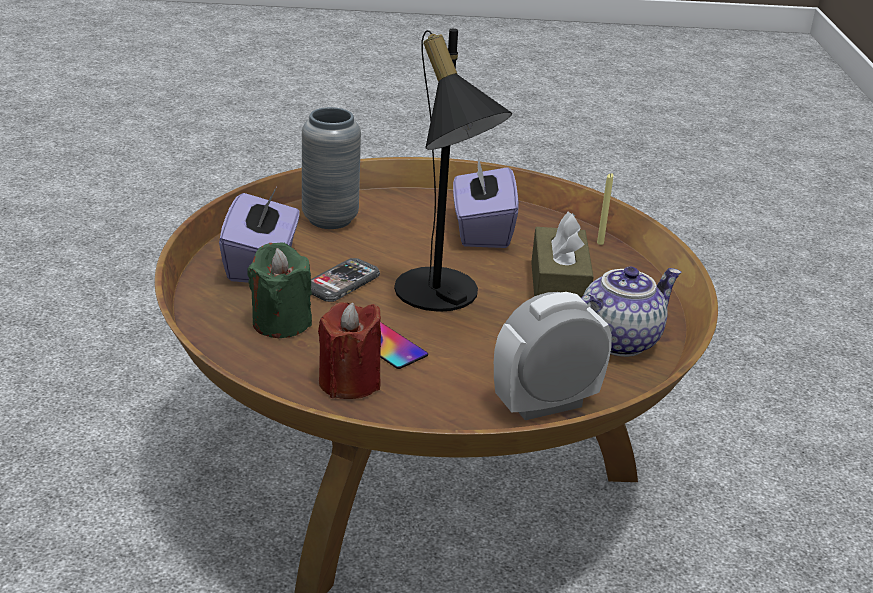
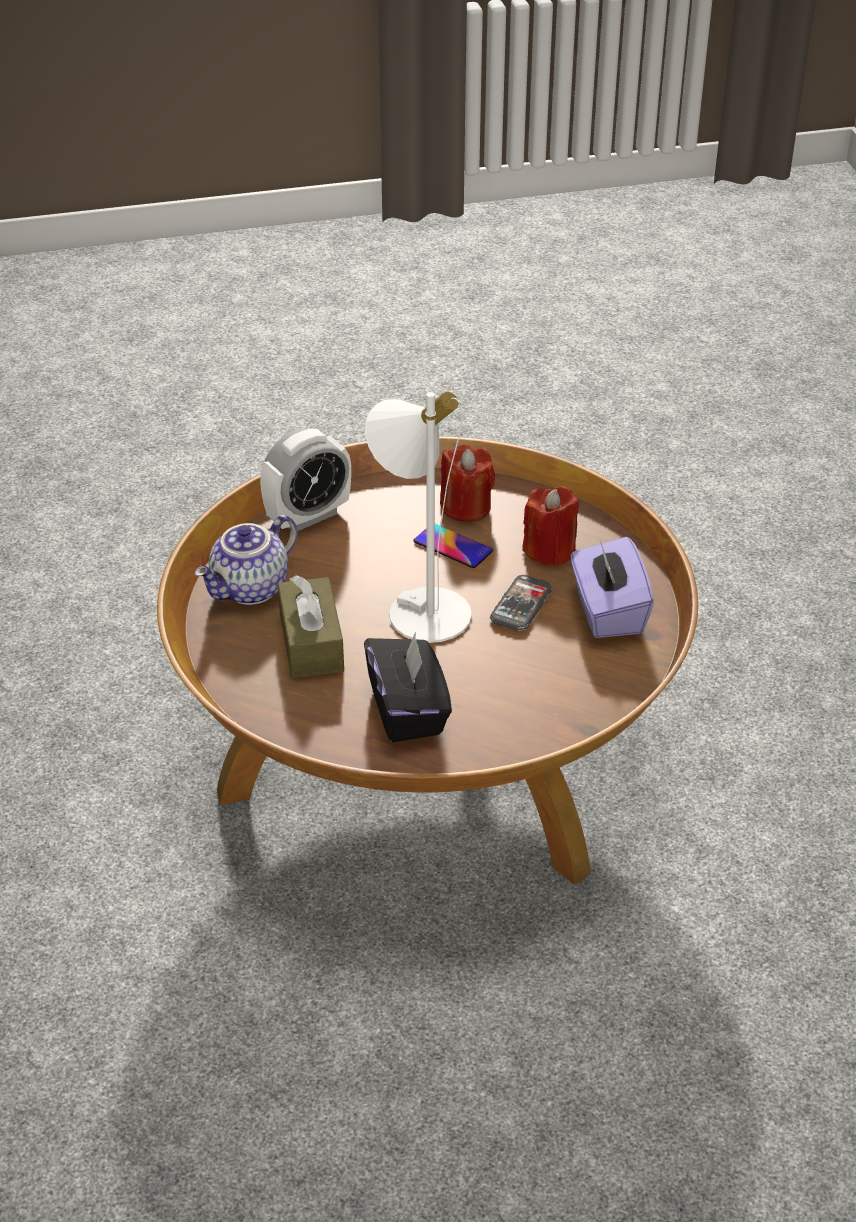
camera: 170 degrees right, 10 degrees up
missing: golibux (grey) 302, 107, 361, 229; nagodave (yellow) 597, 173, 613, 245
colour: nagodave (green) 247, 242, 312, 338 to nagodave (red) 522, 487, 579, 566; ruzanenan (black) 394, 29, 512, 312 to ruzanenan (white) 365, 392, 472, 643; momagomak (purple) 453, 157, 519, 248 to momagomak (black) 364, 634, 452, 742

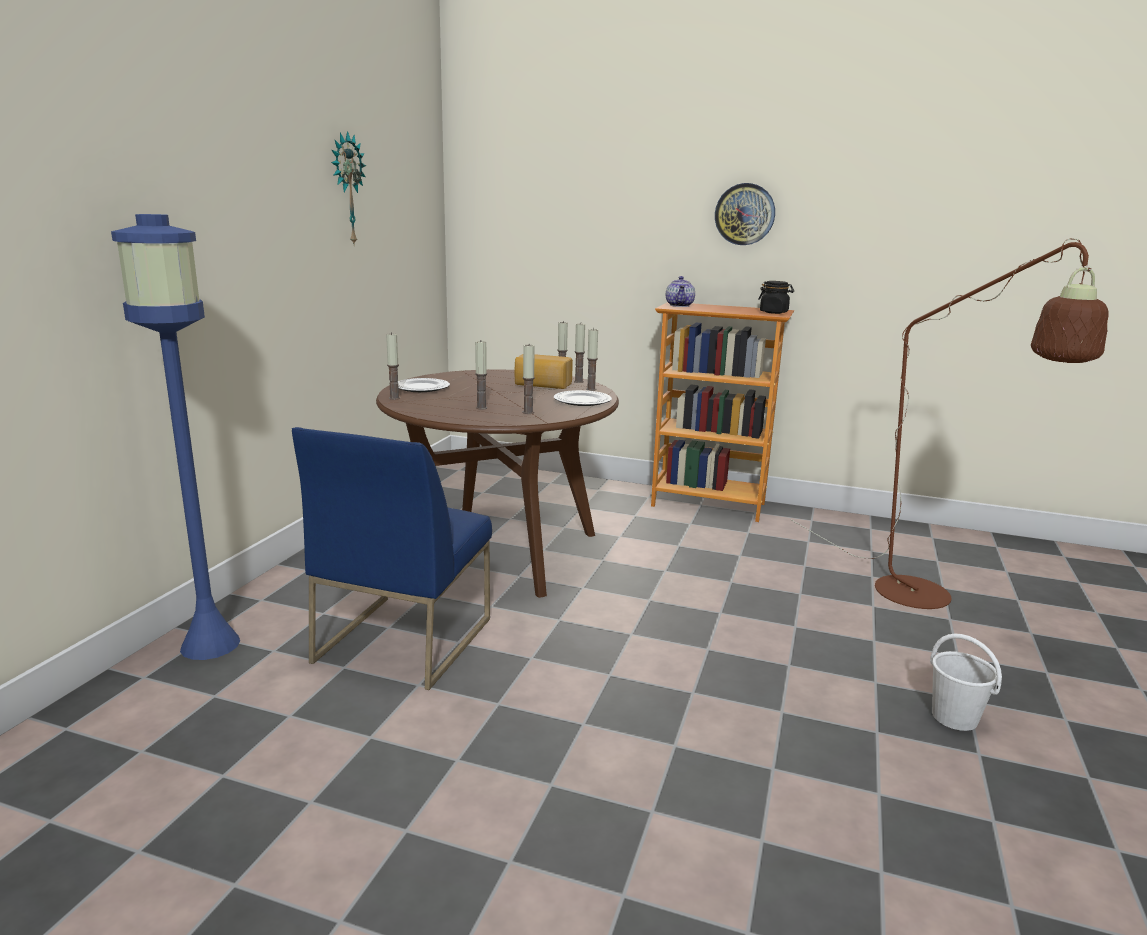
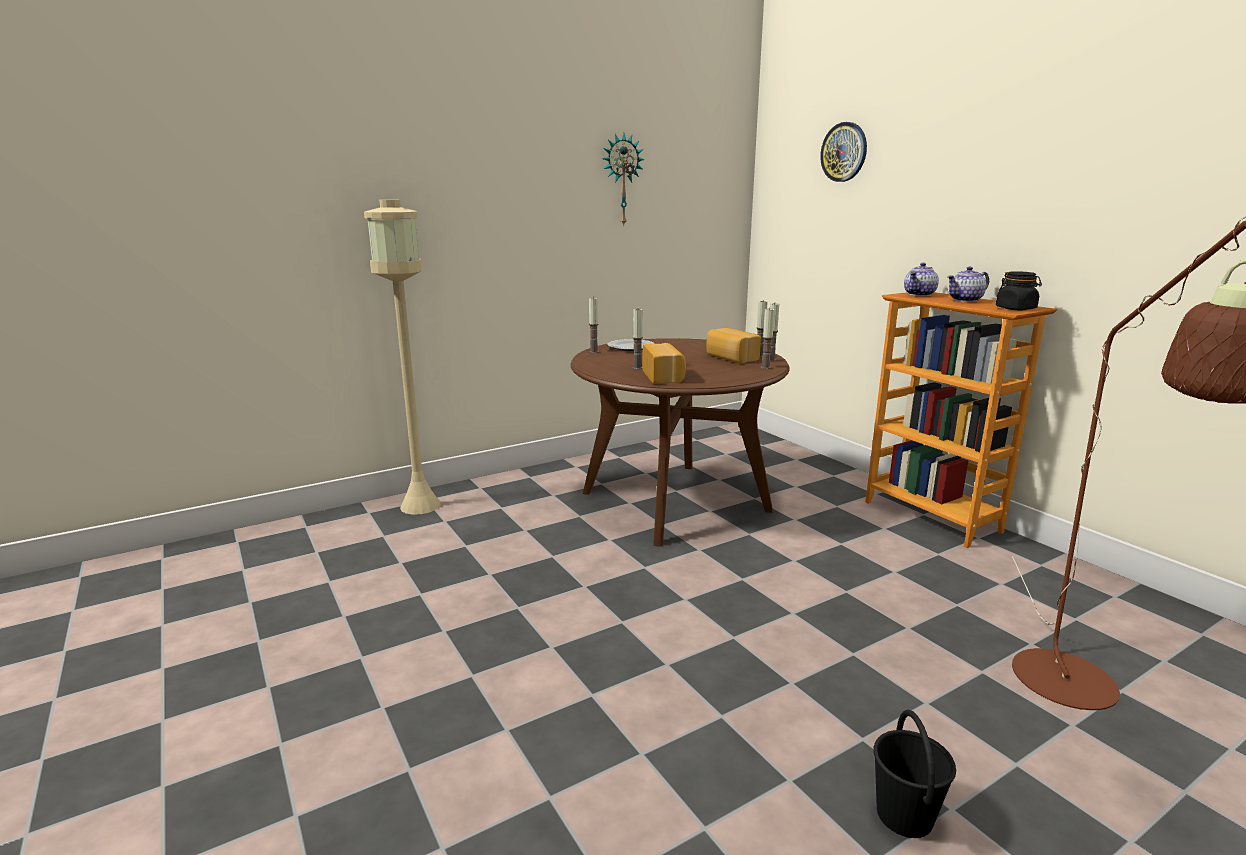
camera: 40 degrees right, 0 degrees up
missing: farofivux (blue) 292, 427, 492, 690; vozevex 554, 390, 612, 406
appeared: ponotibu 947, 267, 989, 302
relocated: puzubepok 715, 183, 775, 245 to 820, 122, 867, 182
exchanged: nagodave 523, 345, 535, 414 to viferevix 642, 343, 686, 384
colour: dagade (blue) 111, 214, 240, 660 to dagade (beige) 364, 200, 440, 515; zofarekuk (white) 930, 634, 1002, 731 to zofarekuk (black) 874, 710, 956, 838

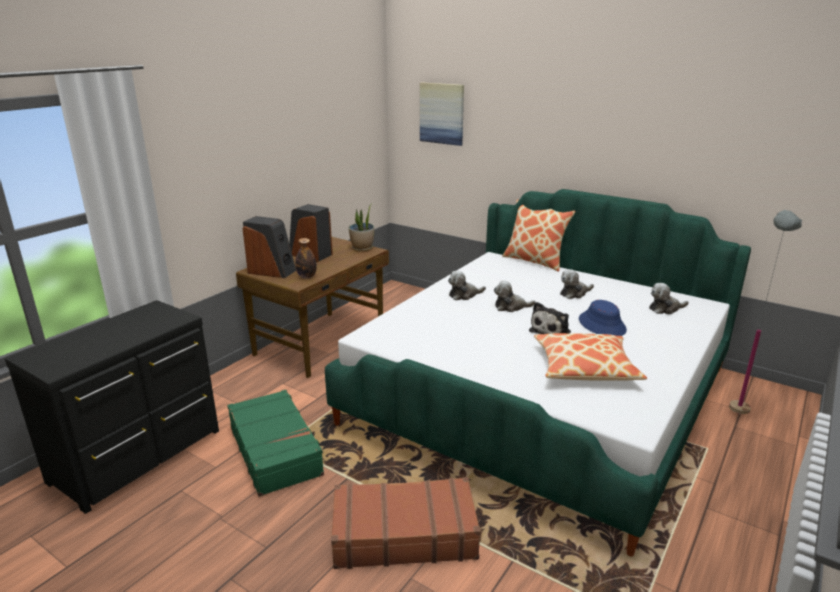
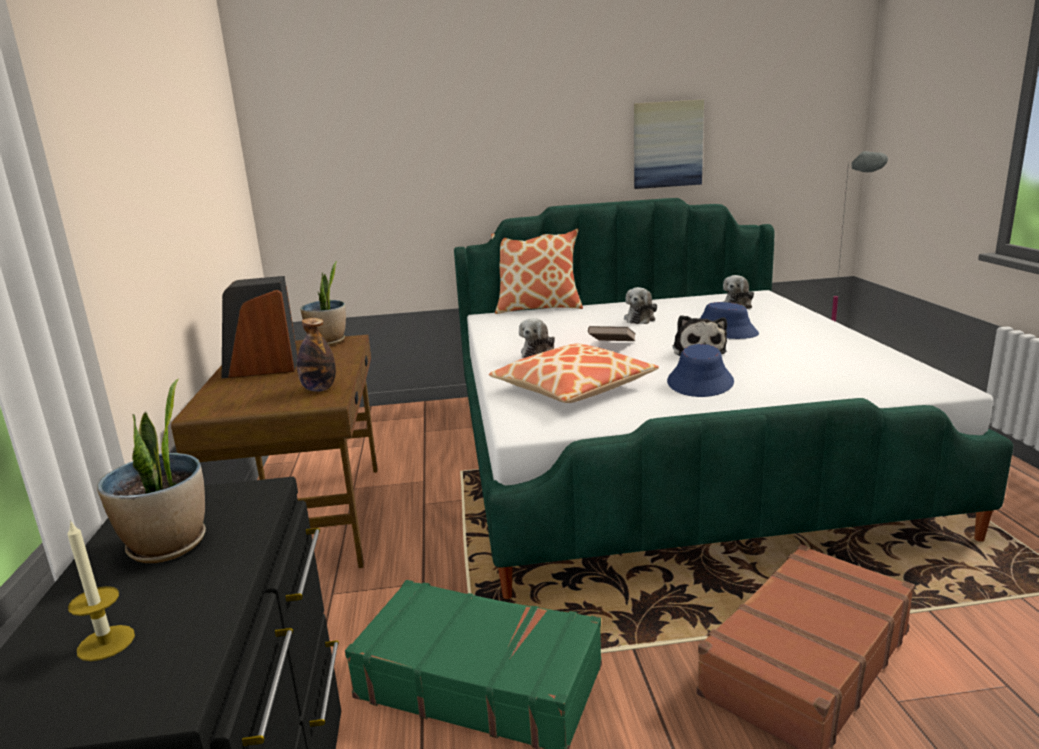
camera: 40 degrees left, 5 degrees down
missing: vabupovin 242, 216, 296, 278
appeared: nagodave 67, 520, 135, 661; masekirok 97, 379, 206, 563; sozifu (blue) 667, 344, 734, 397
relocated: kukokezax 420, 82, 464, 146 to 634, 100, 704, 189; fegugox 534, 333, 647, 381 to 489, 343, 659, 403
exchanged: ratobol 494, 281, 536, 312 to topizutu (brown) 588, 326, 635, 341

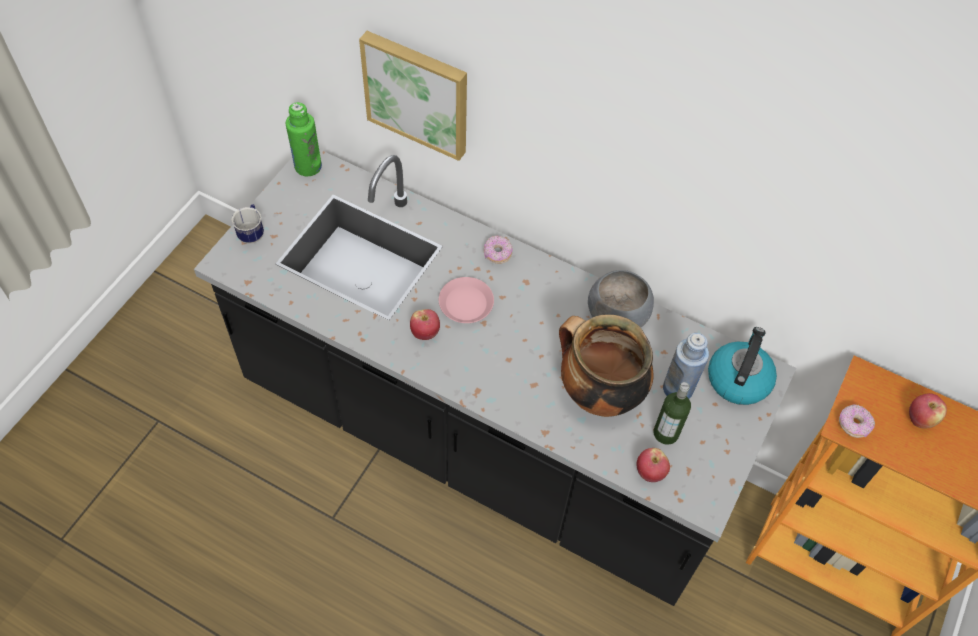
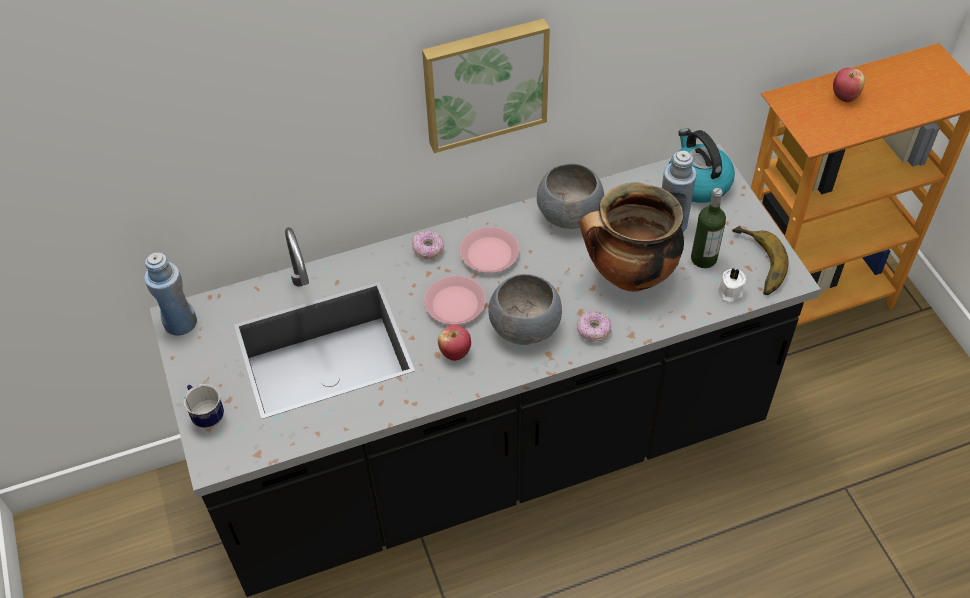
camera: 45 degrees left, 5 degrees down
appeared: vozevex (pink) 460, 227, 519, 273; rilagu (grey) 488, 274, 562, 345; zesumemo 732, 226, 788, 295
relocated: kukokezax 359, 31, 467, 161 to 422, 19, 550, 153; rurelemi 839, 404, 875, 438 to 577, 311, 611, 342
exchanged: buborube 637, 448, 670, 482 to nagodave (white) 718, 268, 746, 303
colour: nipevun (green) 286, 102, 322, 176 to nipevun (blue) 144, 252, 197, 336

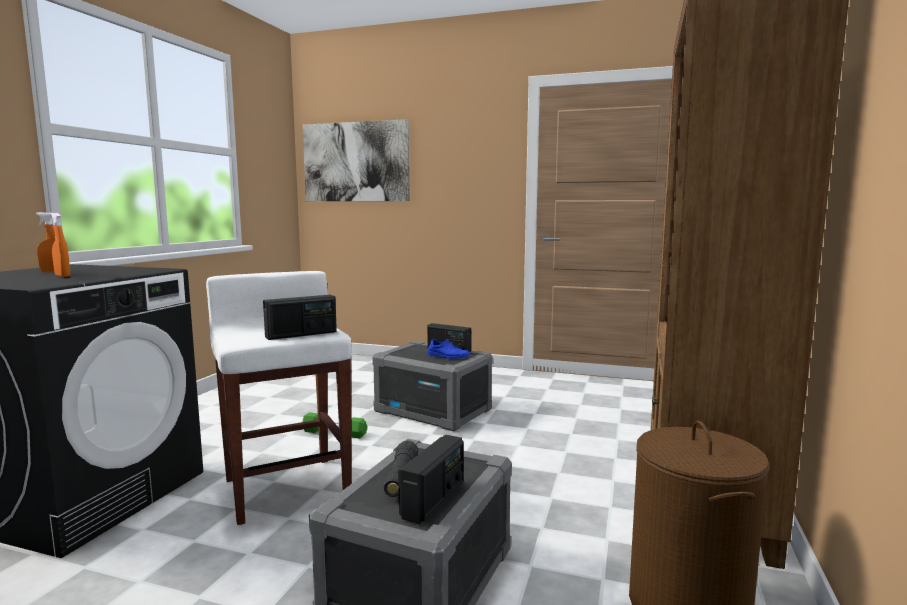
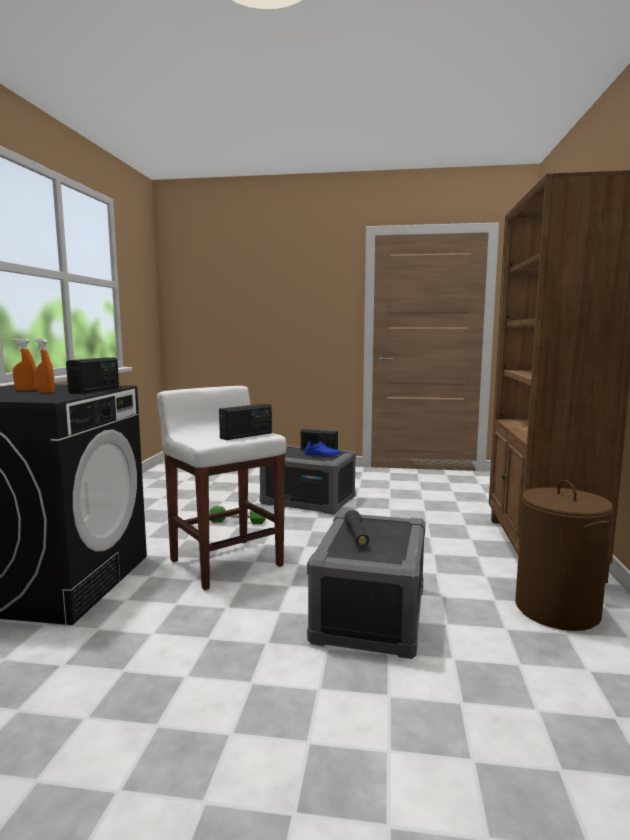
camera: 10 degrees left, 0 degrees up
missing: kukokezax 303, 119, 410, 201
relocated: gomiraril 398, 435, 464, 524 to 66, 358, 119, 394

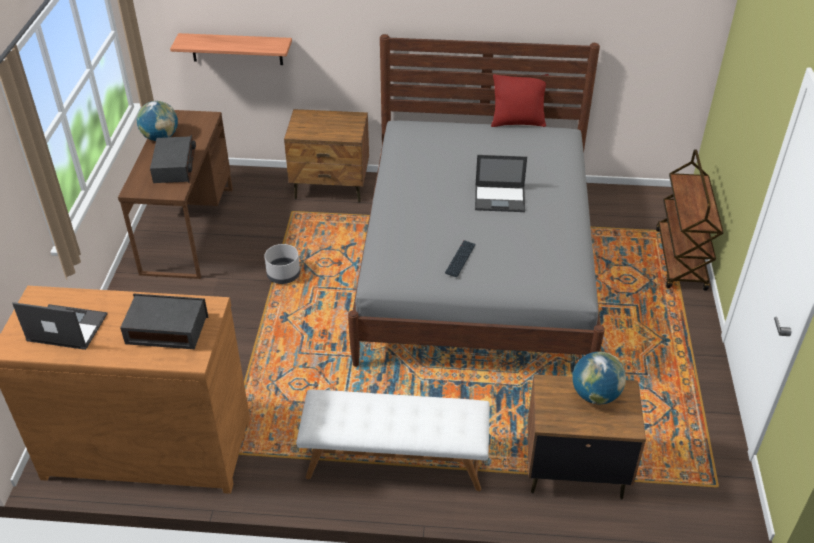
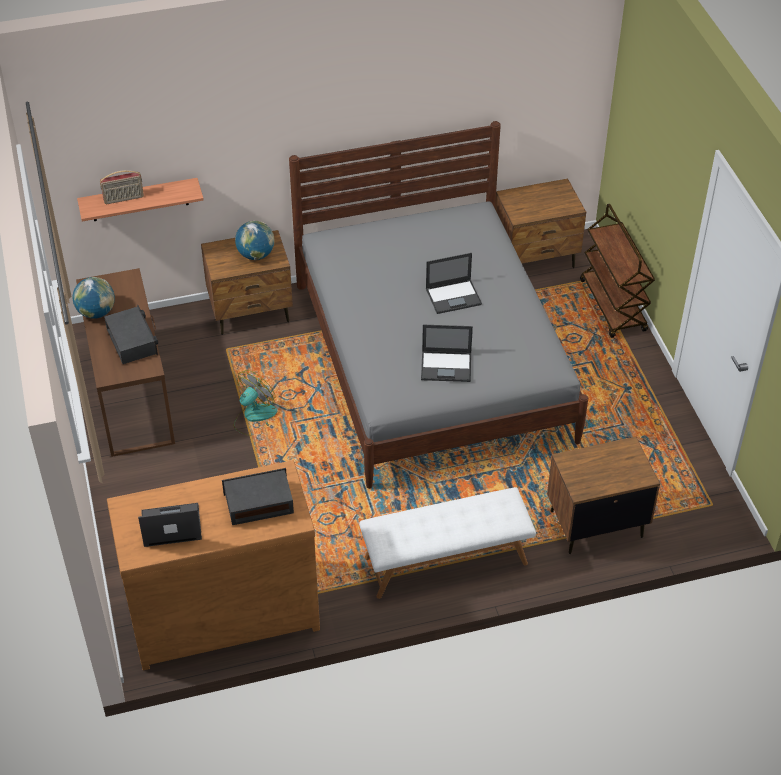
camera: 20 degrees left, 5 degrees up
missing: fegugox (red) 491, 74, 549, 127
appeared: gomiraril 100, 170, 144, 204; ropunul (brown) 495, 179, 586, 268
relocated: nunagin 572, 352, 626, 404 to 235, 221, 274, 260
exchanged: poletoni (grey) 264, 244, 300, 284 to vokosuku 234, 370, 277, 436; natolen 445, 240, 476, 277 to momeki 421, 325, 473, 382

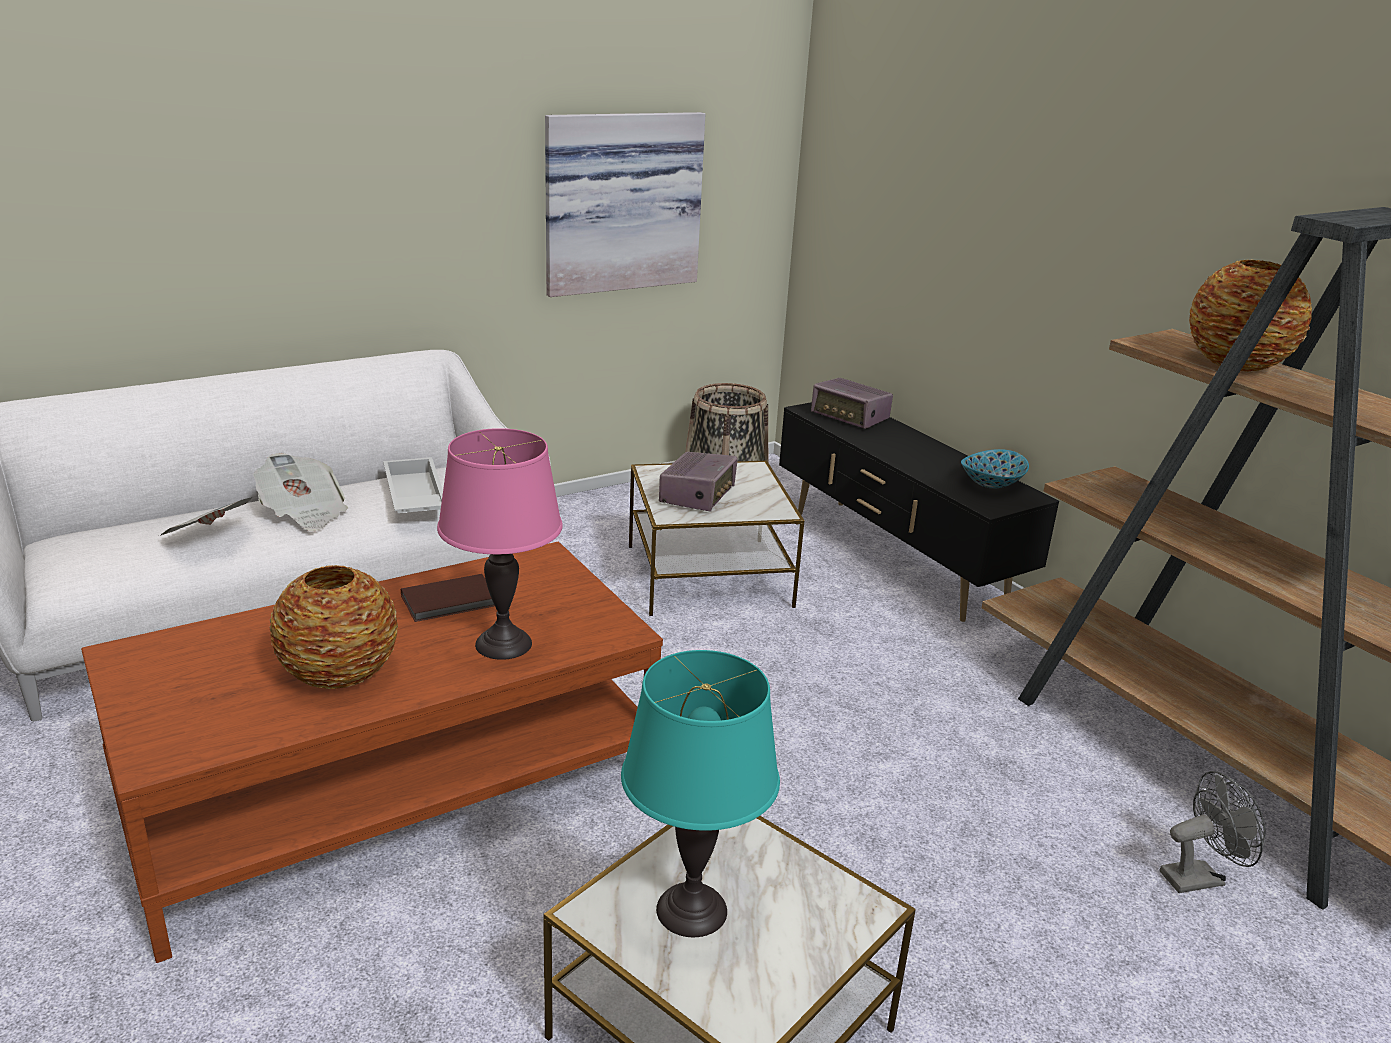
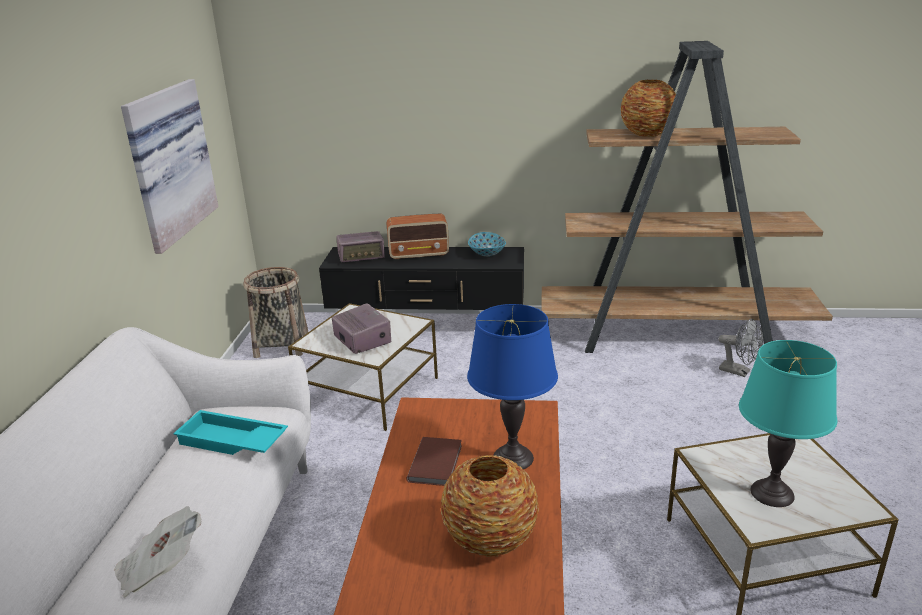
camera: 50 degrees left, 0 degrees up
missing: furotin 253, 453, 348, 531
appeared: gomiraril 387, 214, 449, 260
colour: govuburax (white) 383, 457, 443, 513 to govuburax (turquoise) 173, 410, 288, 455; ruzanenan (pink) 437, 428, 563, 660 to ruzanenan (blue) 467, 304, 558, 469
spun: vokosuku (grey) 1160, 771, 1266, 893 = 718, 319, 763, 377 105 degrees clockwise

